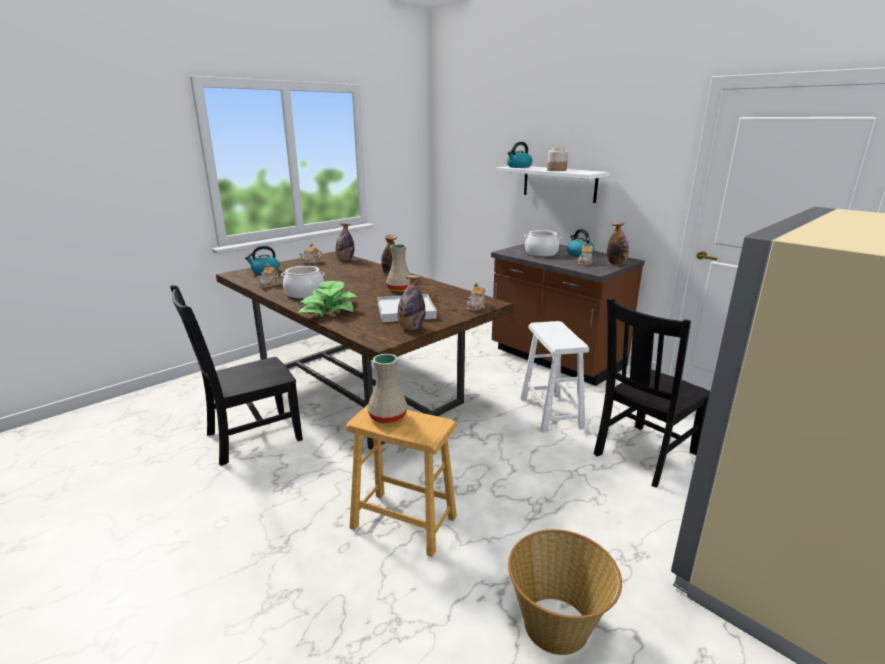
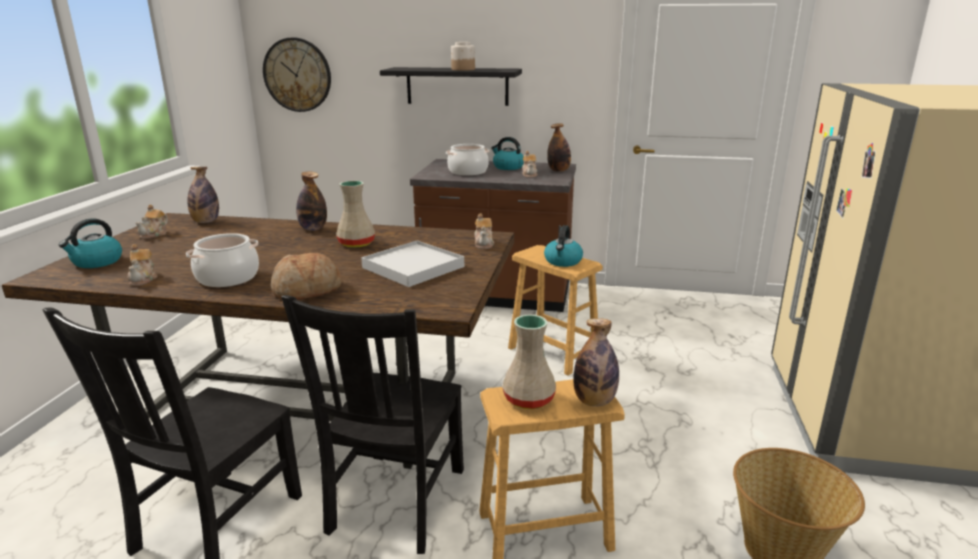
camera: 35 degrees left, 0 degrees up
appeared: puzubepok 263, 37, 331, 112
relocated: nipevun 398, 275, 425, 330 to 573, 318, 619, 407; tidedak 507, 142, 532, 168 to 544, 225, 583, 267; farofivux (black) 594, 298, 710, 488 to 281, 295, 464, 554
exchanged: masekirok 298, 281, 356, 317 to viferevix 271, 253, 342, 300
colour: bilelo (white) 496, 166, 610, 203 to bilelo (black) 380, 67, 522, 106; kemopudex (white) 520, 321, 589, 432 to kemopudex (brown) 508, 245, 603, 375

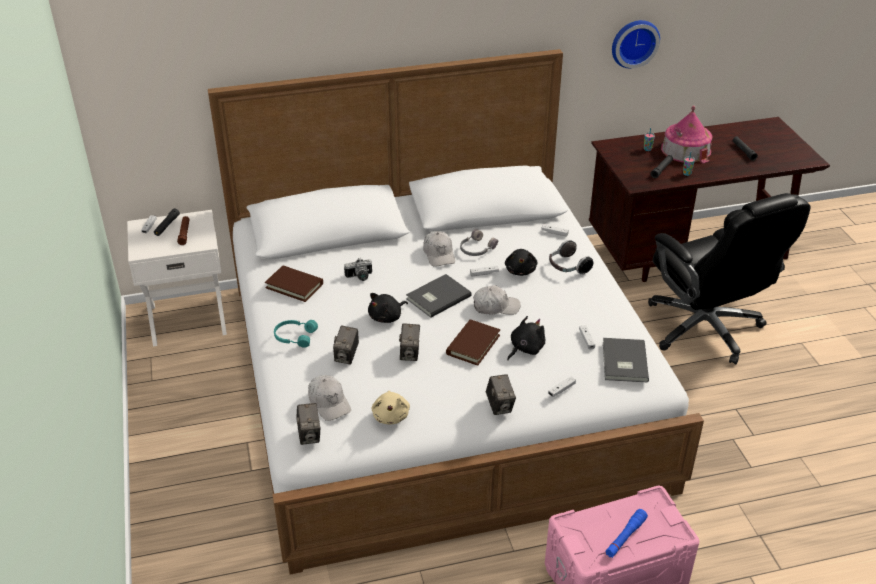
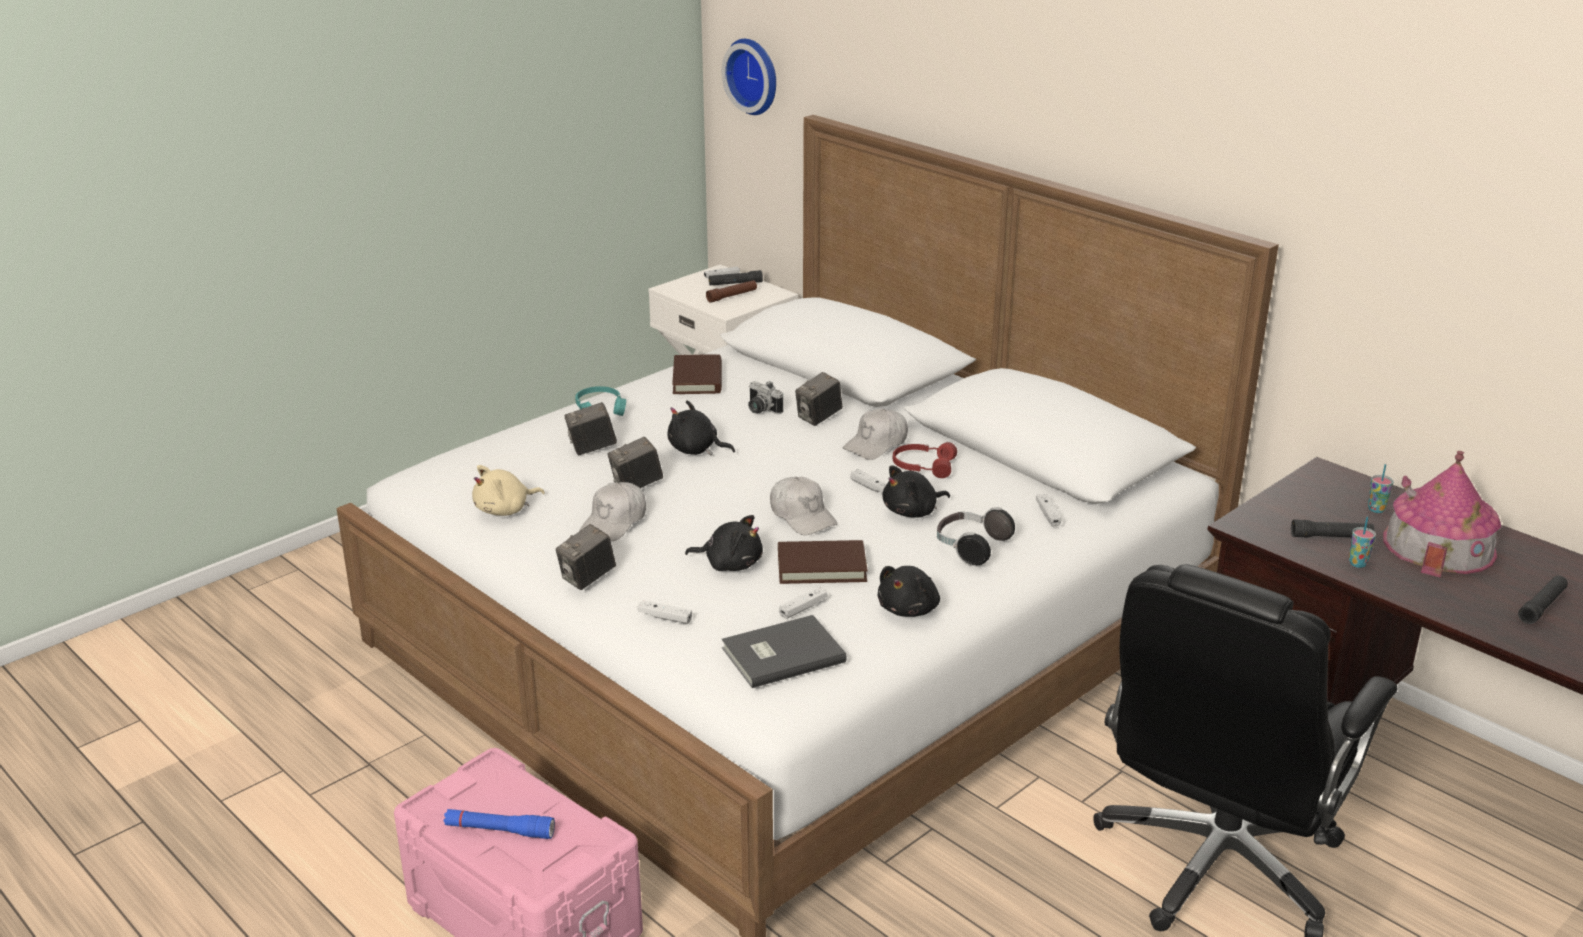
camera: 60 degrees right, 10 degrees down
missing: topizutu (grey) 406, 274, 472, 318
appeared: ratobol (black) 877, 566, 940, 617
relocated: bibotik 296, 403, 321, 445 to 795, 372, 843, 426; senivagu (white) 308, 375, 351, 421 to 579, 482, 646, 541; topizutu (brown) 446, 319, 500, 366 to 778, 540, 868, 584; puzubepok 612, 20, 660, 68 to 722, 39, 776, 115
colour: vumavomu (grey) 460, 229, 498, 256 to vumavomu (red) 893, 442, 957, 478

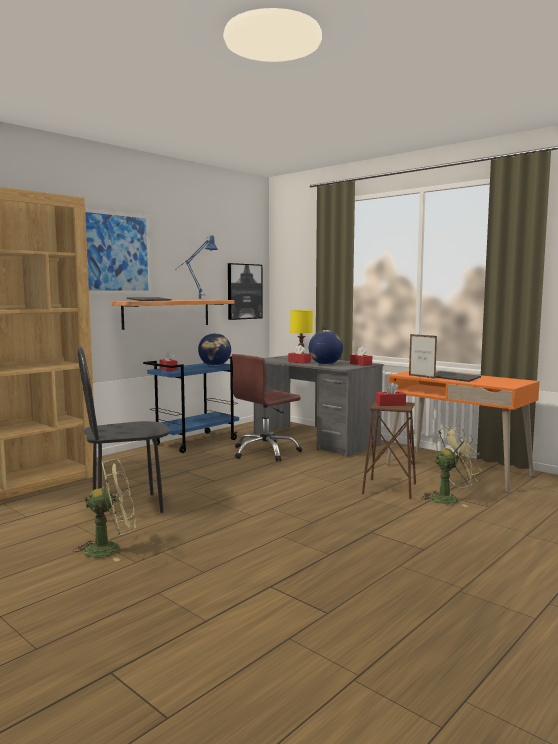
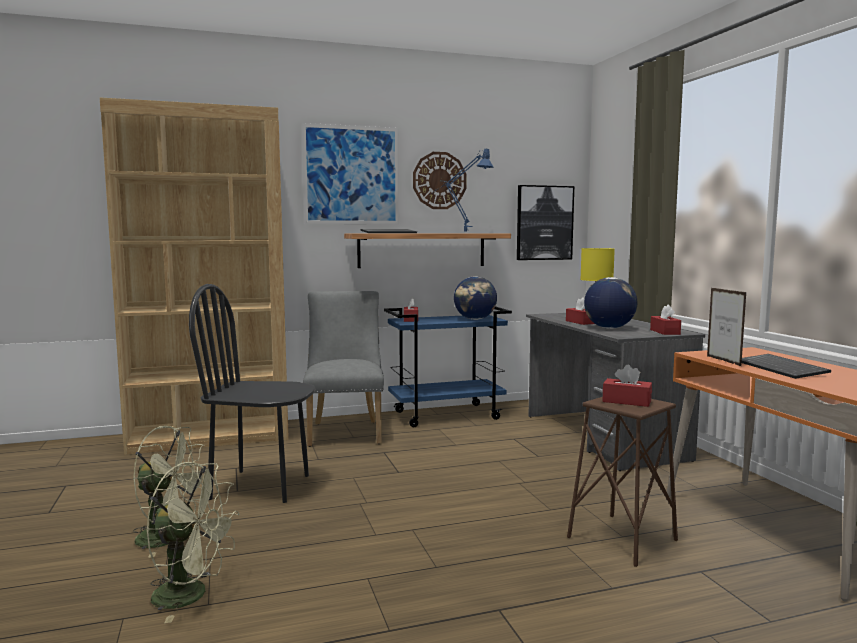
camera: 30 degrees right, 0 degrees up
missing: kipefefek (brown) 232, 354, 302, 462
appeared: farofivux (grey) 303, 291, 384, 447; puzubepok 413, 152, 467, 209
relocated: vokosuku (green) 420, 425, 482, 507 to 146, 462, 240, 623

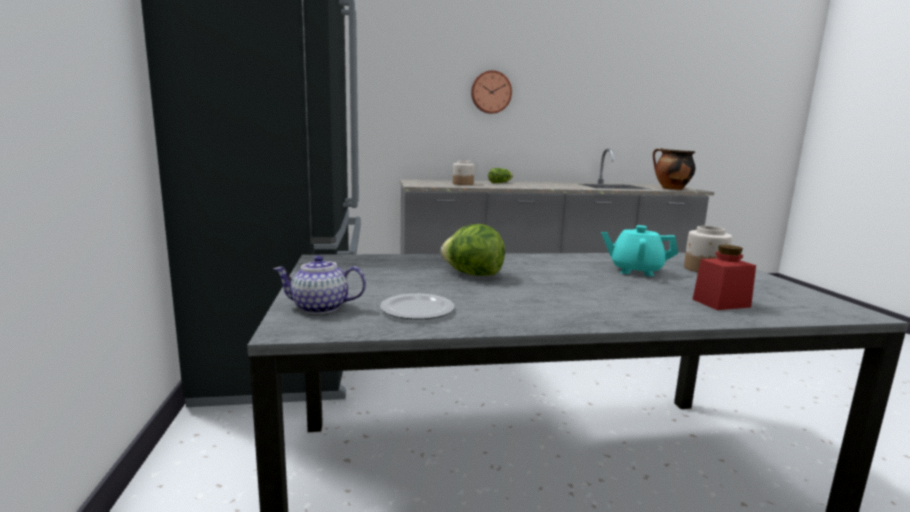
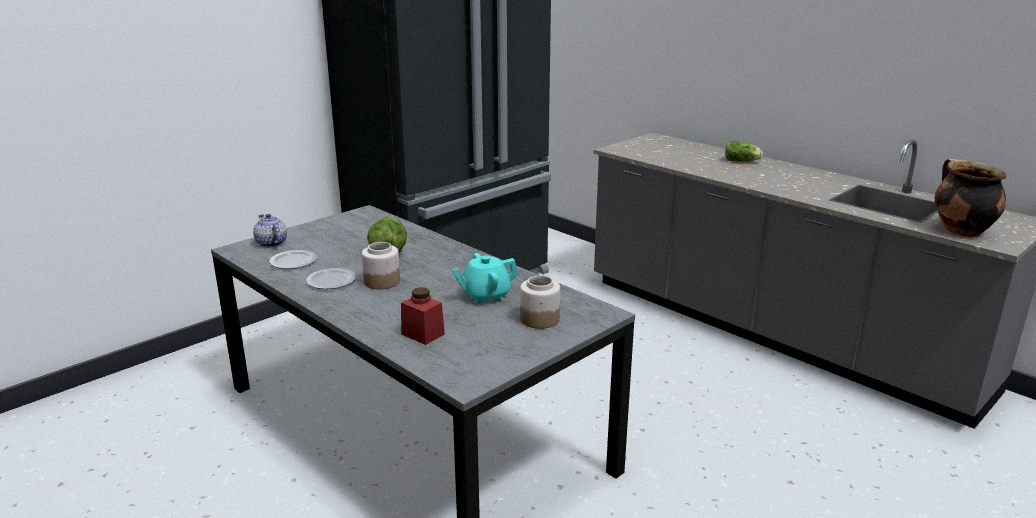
camera: 55 degrees right, 10 degrees up
missing: puzubepok 471, 70, 512, 114
appeared: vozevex 306, 268, 356, 289
relocated: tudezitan 453, 160, 474, 185 to 362, 242, 400, 290
spun: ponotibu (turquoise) 601, 225, 678, 276 = 452, 253, 519, 304 90 degrees counterclockwise

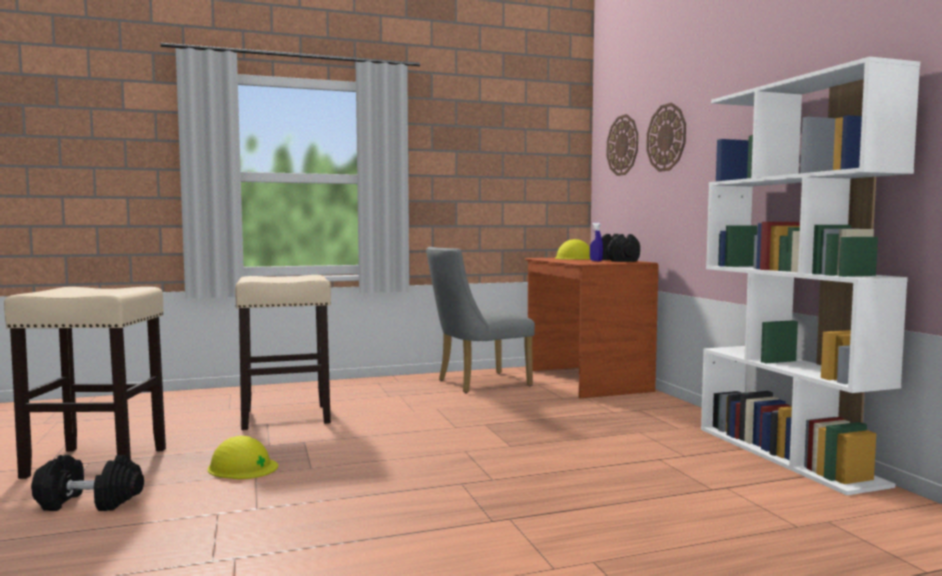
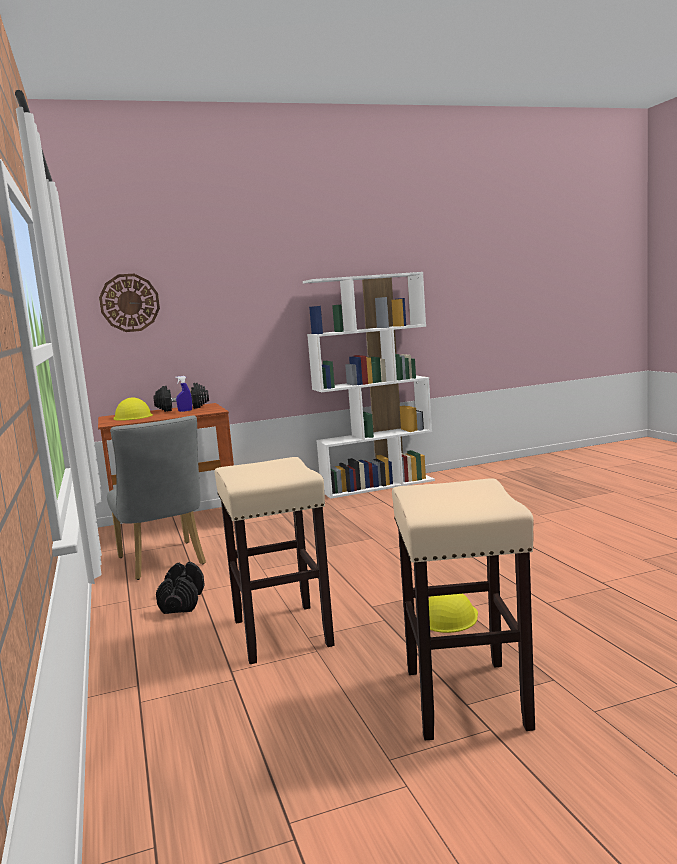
camera: 90 degrees left, 5 degrees up
missing: puzubepok 646, 103, 686, 172
relocated: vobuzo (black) 31, 455, 144, 511 to 156, 562, 205, 614

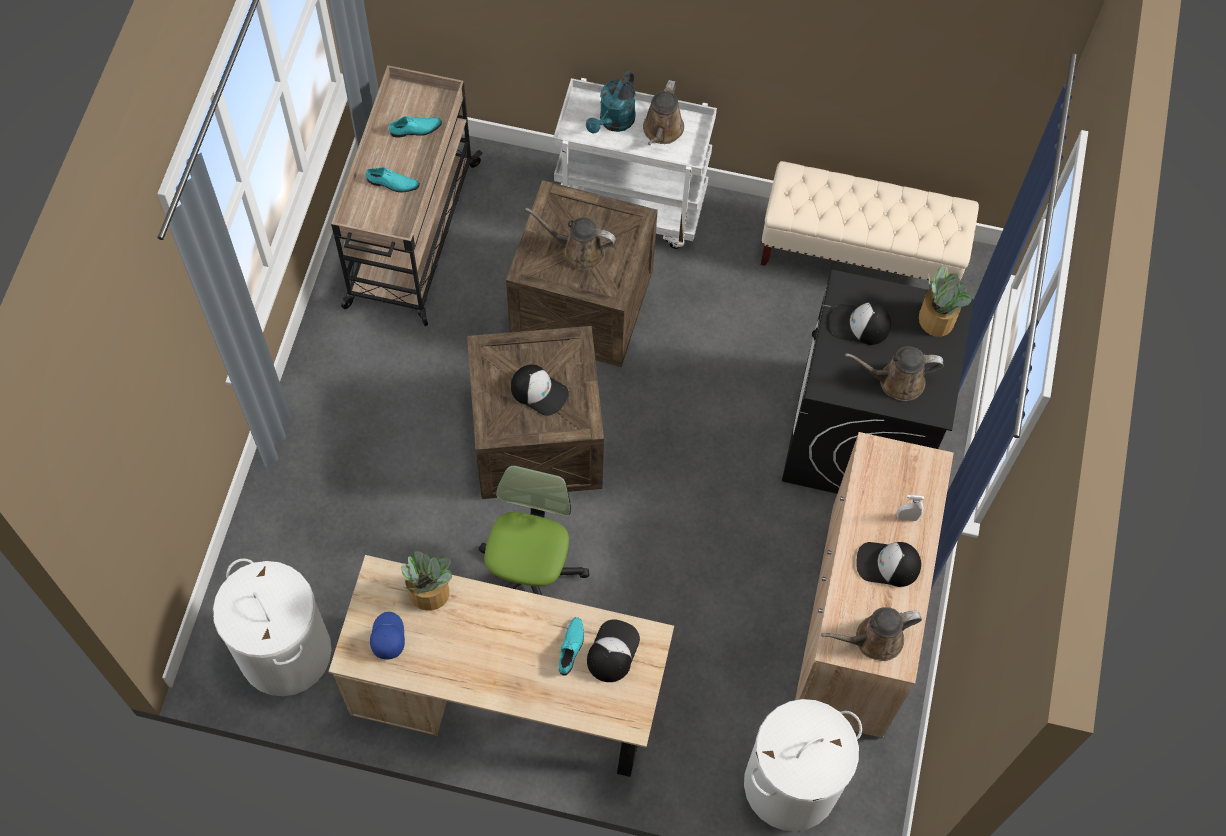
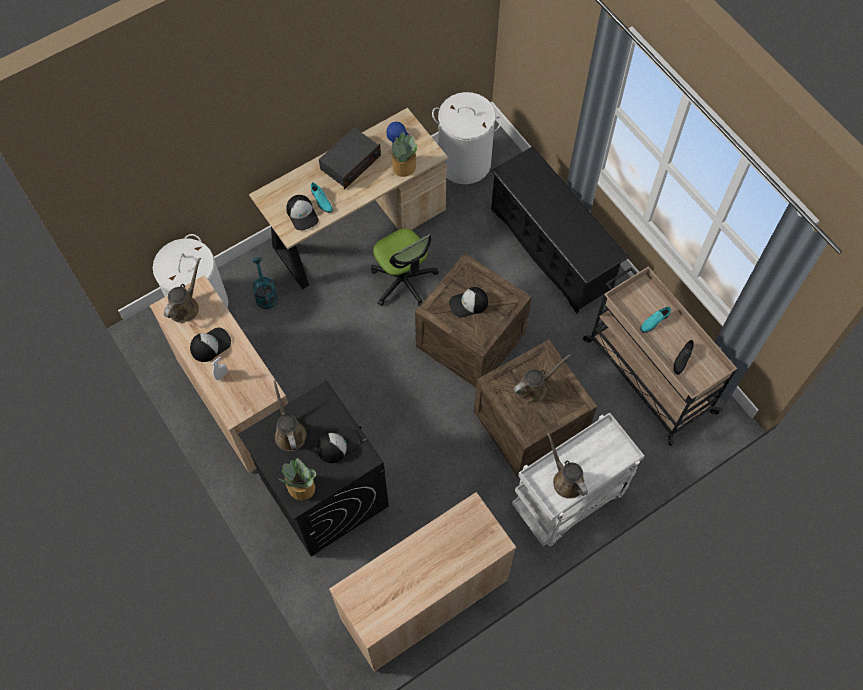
camera: 135 degrees right, 0 degrees up
appeared: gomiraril 319, 127, 381, 189; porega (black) 491, 146, 629, 313
relocated: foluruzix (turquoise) 586, 71, 636, 134 to 252, 257, 278, 309
exchanged: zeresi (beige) 761, 161, 979, 281 to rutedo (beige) 329, 492, 516, 672
colour: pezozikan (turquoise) 389, 116, 442, 138 to pezozikan (black) 673, 340, 693, 375
spun: foluruzix (brown) 845, 346, 944, 401 = 273, 380, 307, 451 60 degrees counterclockwise

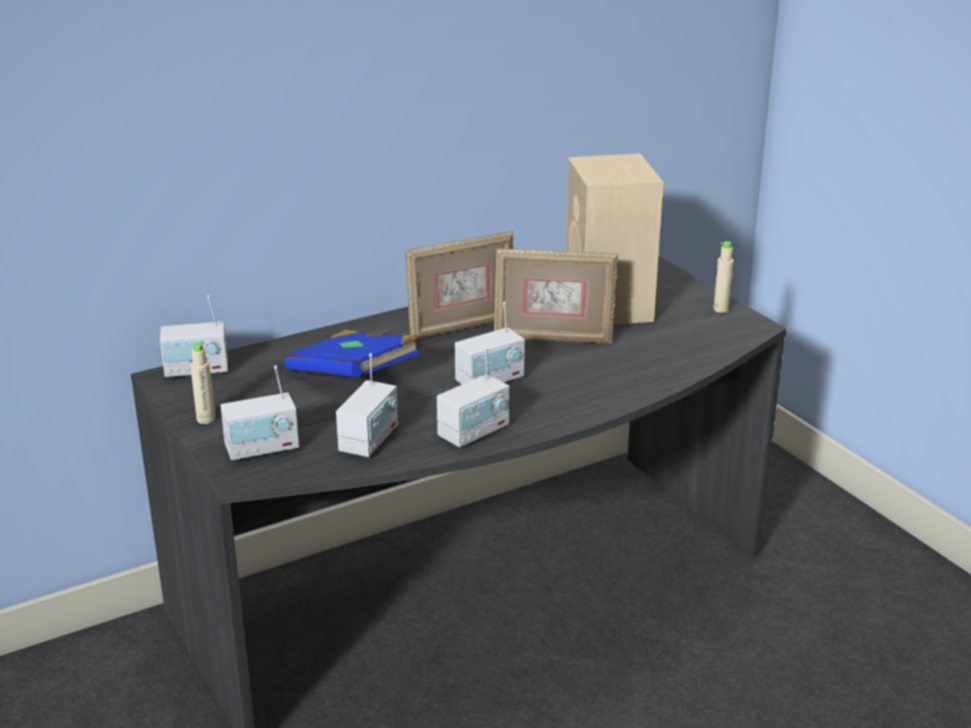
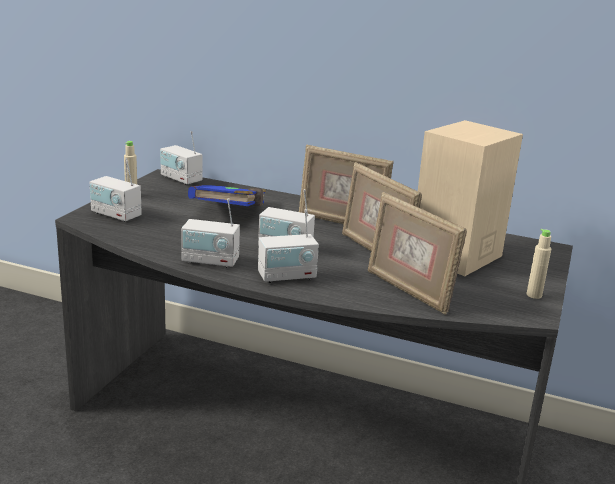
camera: 50 degrees right, 5 degrees down
appeared: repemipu 368, 192, 467, 315
relocated: gomiraril 336, 353, 398, 457 to 258, 209, 319, 283

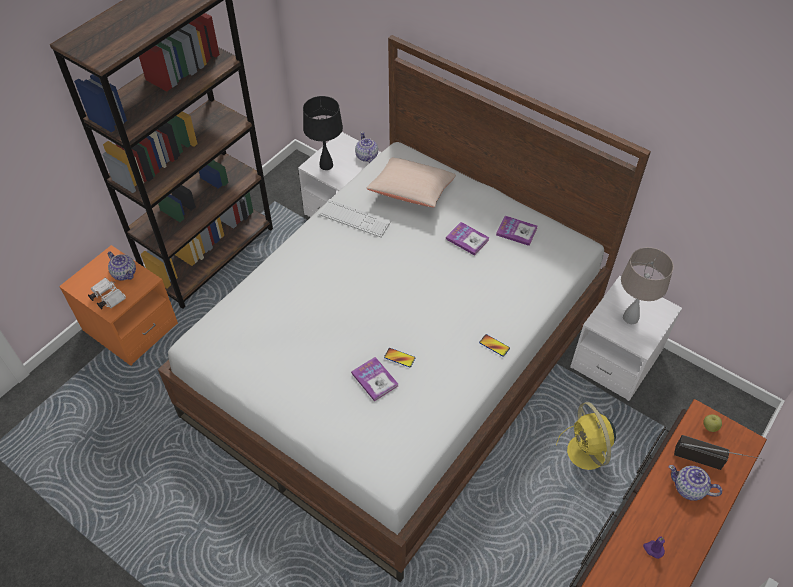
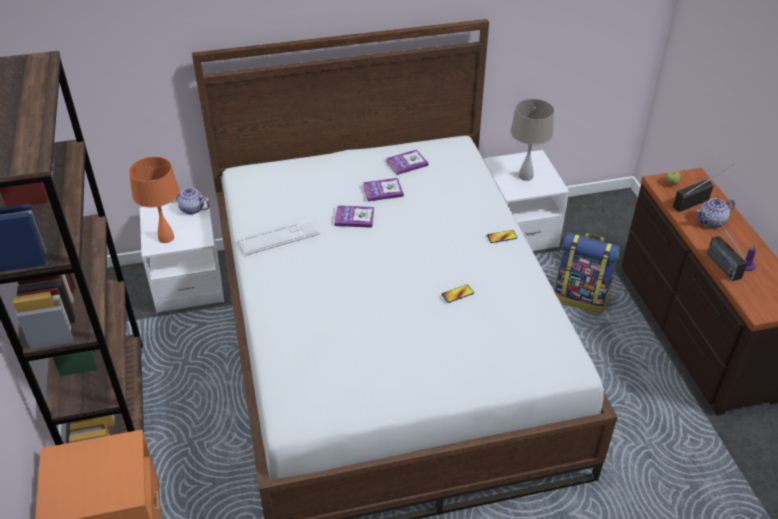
camera: 50 degrees left, 10 degrees down
missing: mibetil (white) 88, 277, 126, 309; ponotibu 107, 251, 136, 280; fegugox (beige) 367, 158, 456, 207
appeared: gomiraril 707, 208, 747, 281
relocated: topizutu 351, 357, 398, 401 to 334, 205, 374, 228
exchanged: vokosuku (yellow) 556, 402, 616, 470 to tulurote 555, 233, 620, 313
colour: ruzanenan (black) 303, 96, 343, 170 to ruzanenan (orange) 129, 156, 179, 243

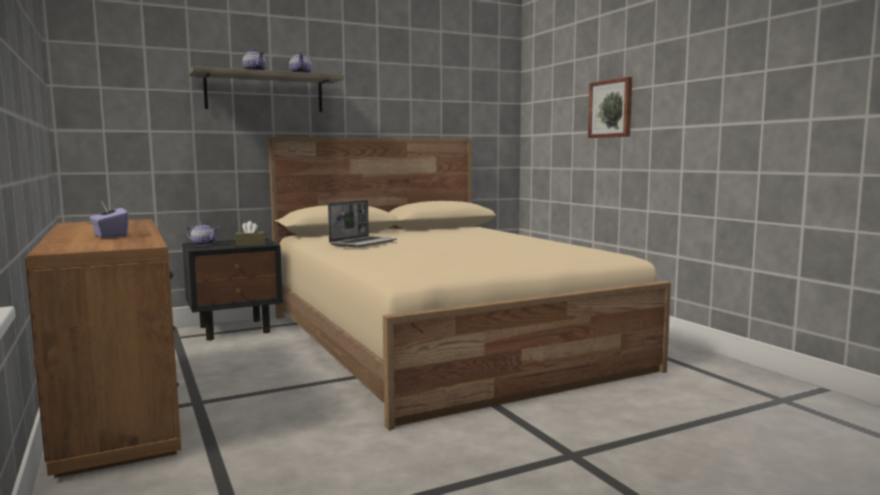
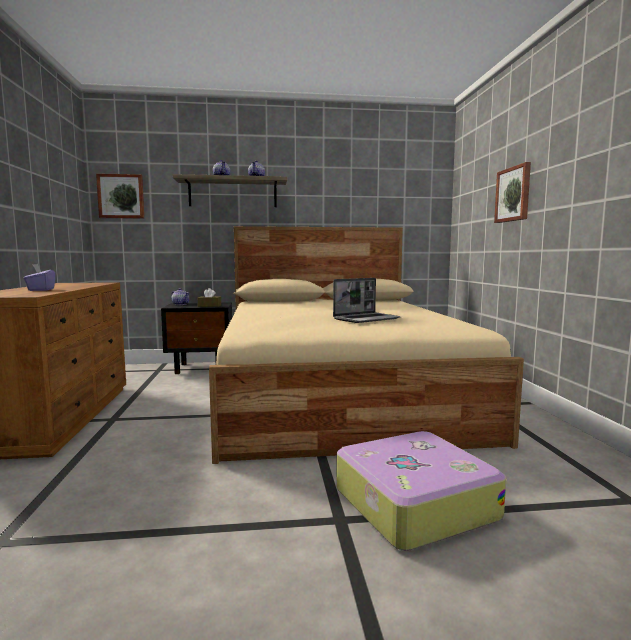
camera: 20 degrees right, 0 degrees up
appeared: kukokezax 96, 173, 144, 219; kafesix 336, 431, 506, 551
relocated: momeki 328, 200, 397, 247 to 333, 278, 400, 323

